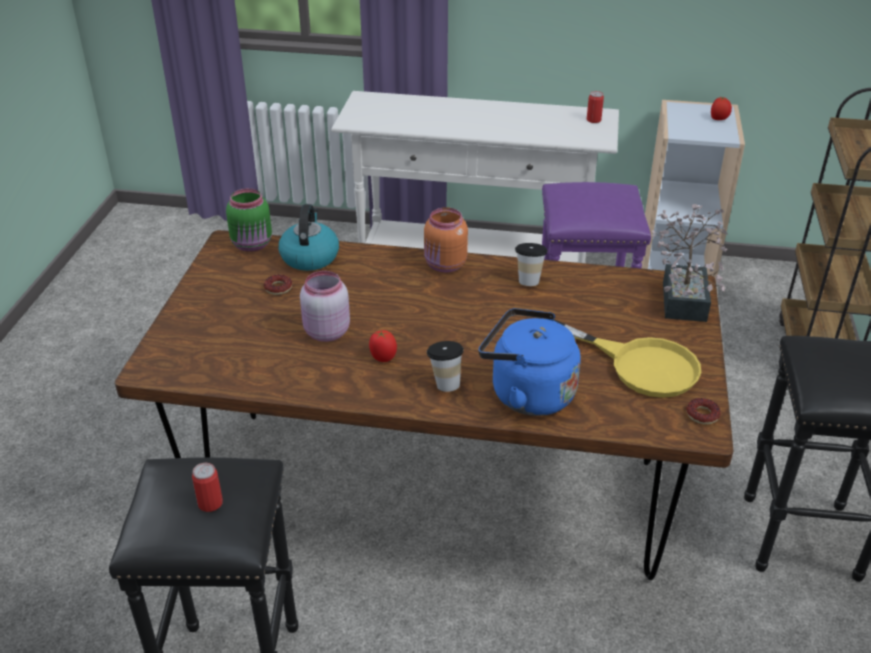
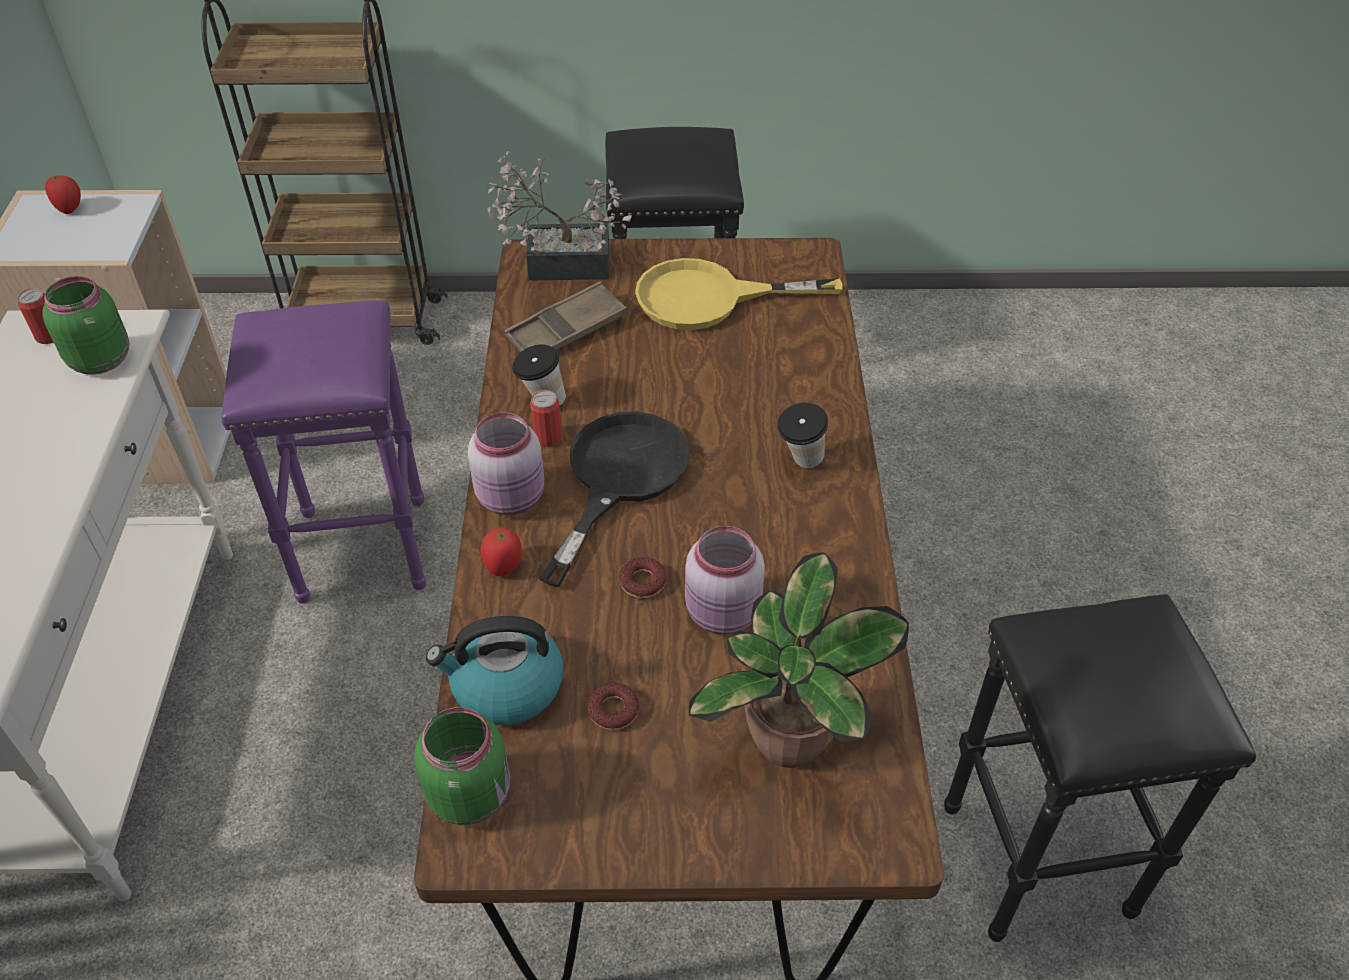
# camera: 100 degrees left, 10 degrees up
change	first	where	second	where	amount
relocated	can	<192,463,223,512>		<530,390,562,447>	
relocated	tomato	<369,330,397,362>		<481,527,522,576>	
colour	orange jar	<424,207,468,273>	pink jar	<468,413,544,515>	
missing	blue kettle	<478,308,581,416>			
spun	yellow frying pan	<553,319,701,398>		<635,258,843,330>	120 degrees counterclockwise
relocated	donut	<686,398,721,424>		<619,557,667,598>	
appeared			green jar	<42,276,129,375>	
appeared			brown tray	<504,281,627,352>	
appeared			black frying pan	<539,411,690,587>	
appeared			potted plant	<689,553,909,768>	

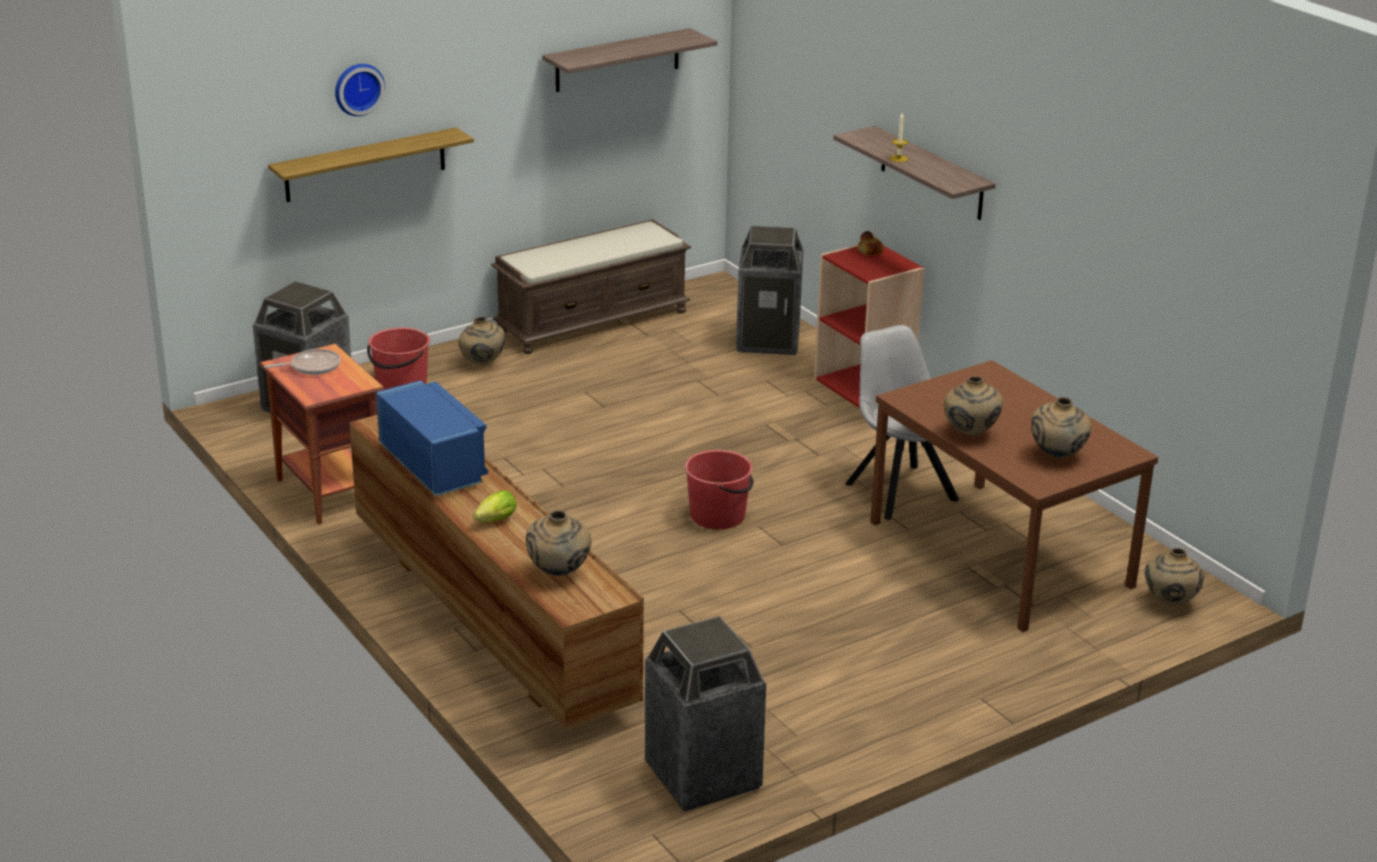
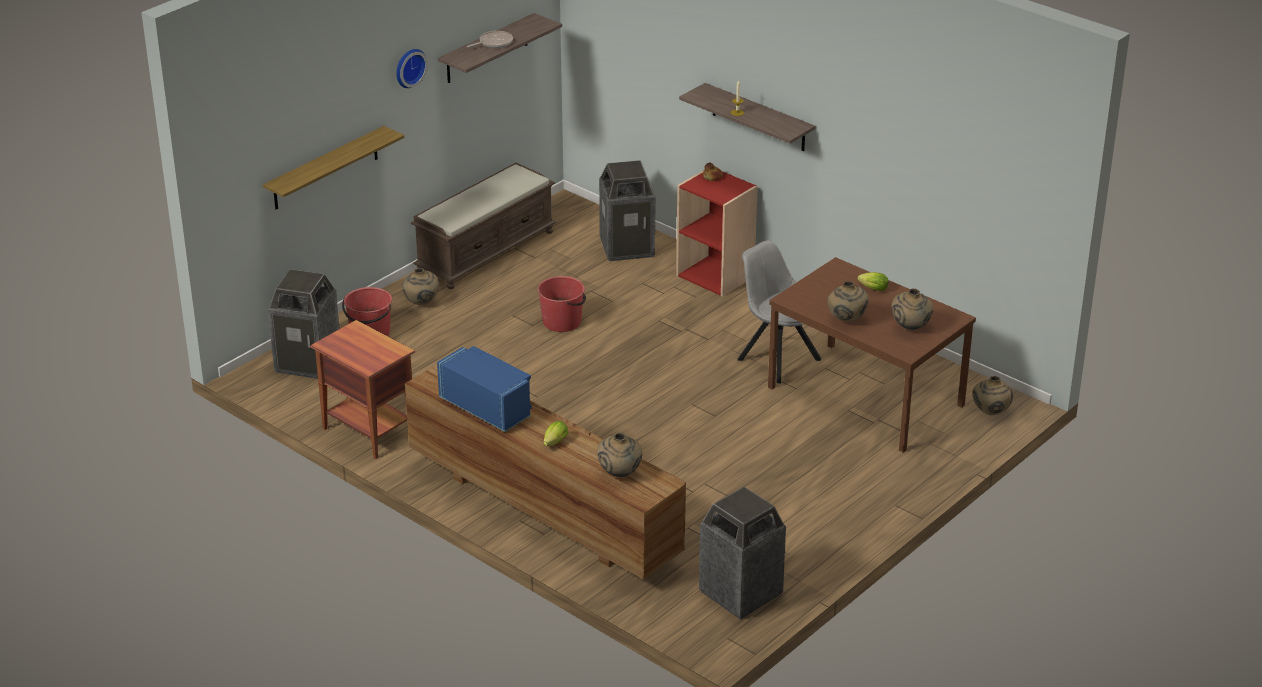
# camera: 15 degrees left, 5 degrees up
change	first	where	second	where	amount
relocated	frying pan	<264,349,341,375>		<467,31,513,48>	
relocated	wall clock	<335,64,385,116>		<396,49,428,88>	
relocated	red bucket	<685,450,754,529>		<538,276,586,332>	
appeared			lettuce	<857,272,889,291>	

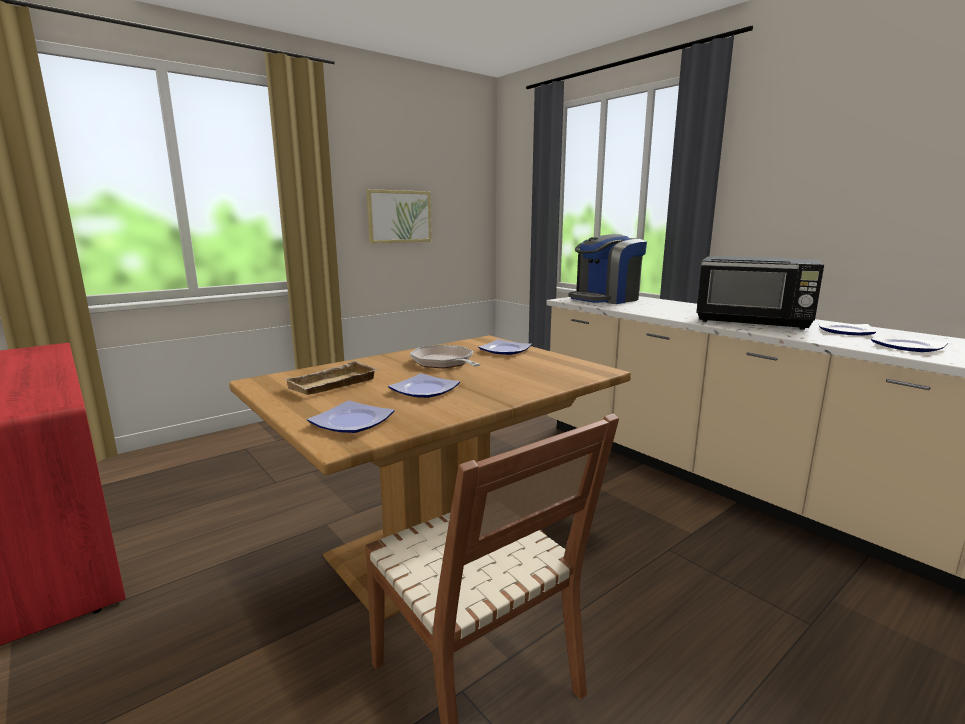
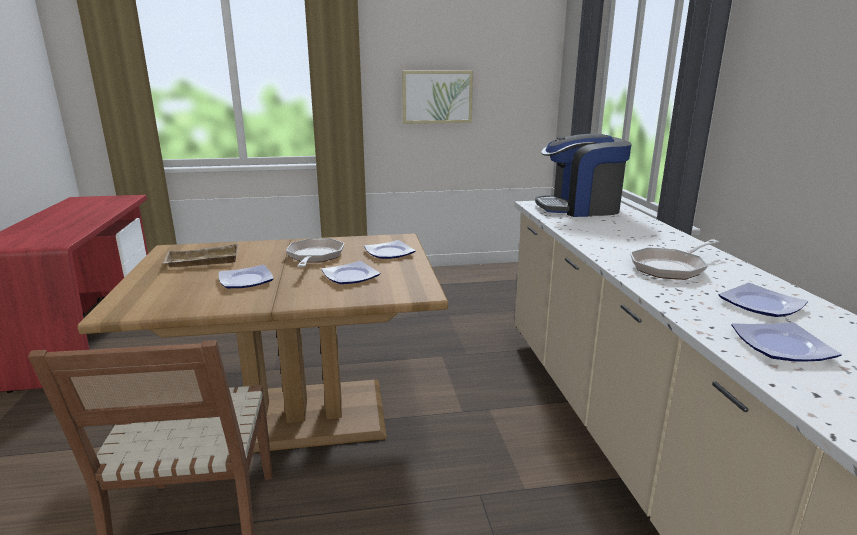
# camera: 30 degrees right, 5 degrees up
change	first	where	second	where	amount
relocated	plate	<307,401,395,433>		<321,261,381,284>	
exchanged	black microwave	<696,256,824,330>	frying pan	<630,239,719,280>	

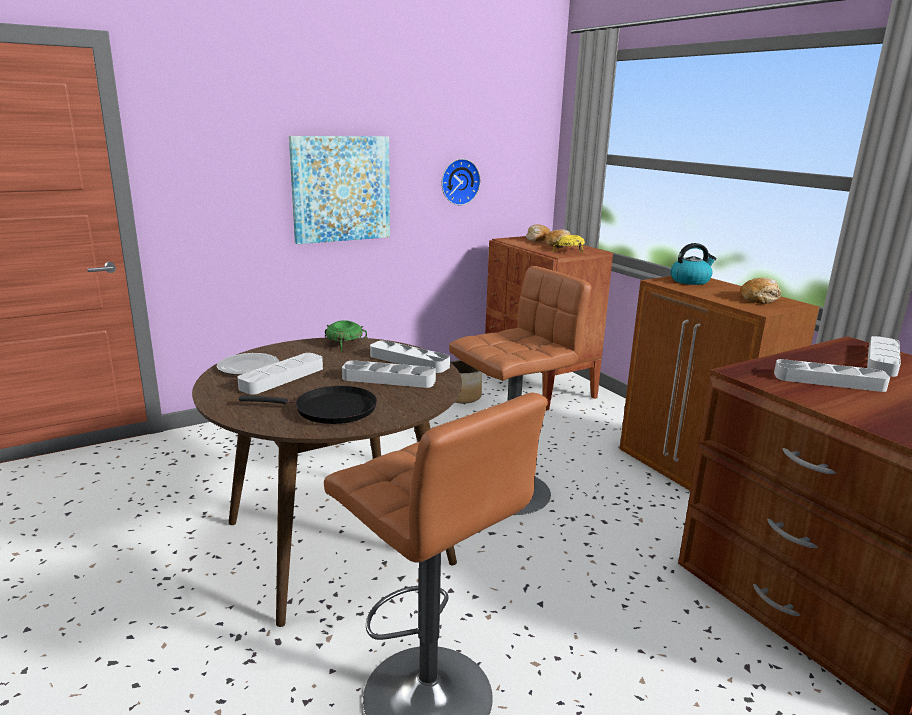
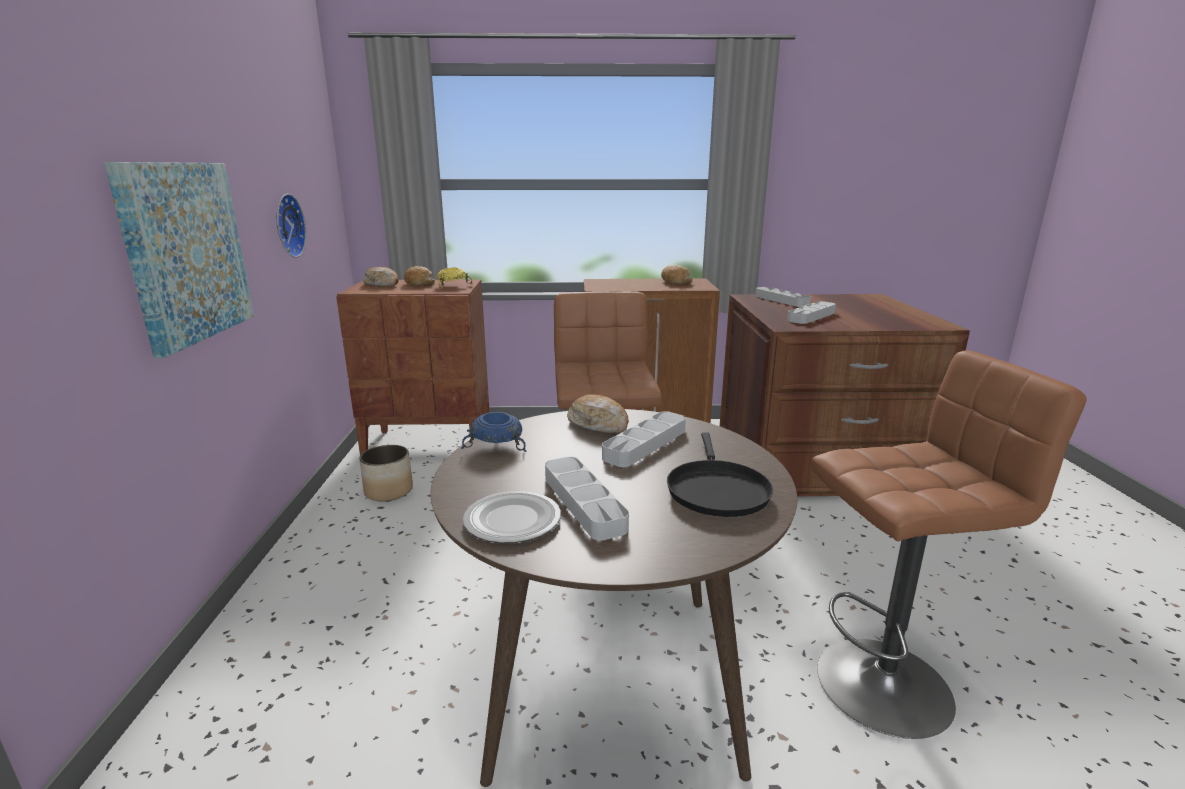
# camera: 60 degrees left, 0 degrees up
change	first	where	second	where	amount
spun	black frying pan	<239,386,377,424>		<667,432,773,517>	150 degrees clockwise
colour	green bowl	<325,320,368,352>	blue bowl	<461,412,526,452>	
exchanged	grey tray	<370,340,450,373>	bread	<567,394,629,433>	
missing	kettle	<670,243,716,285>			

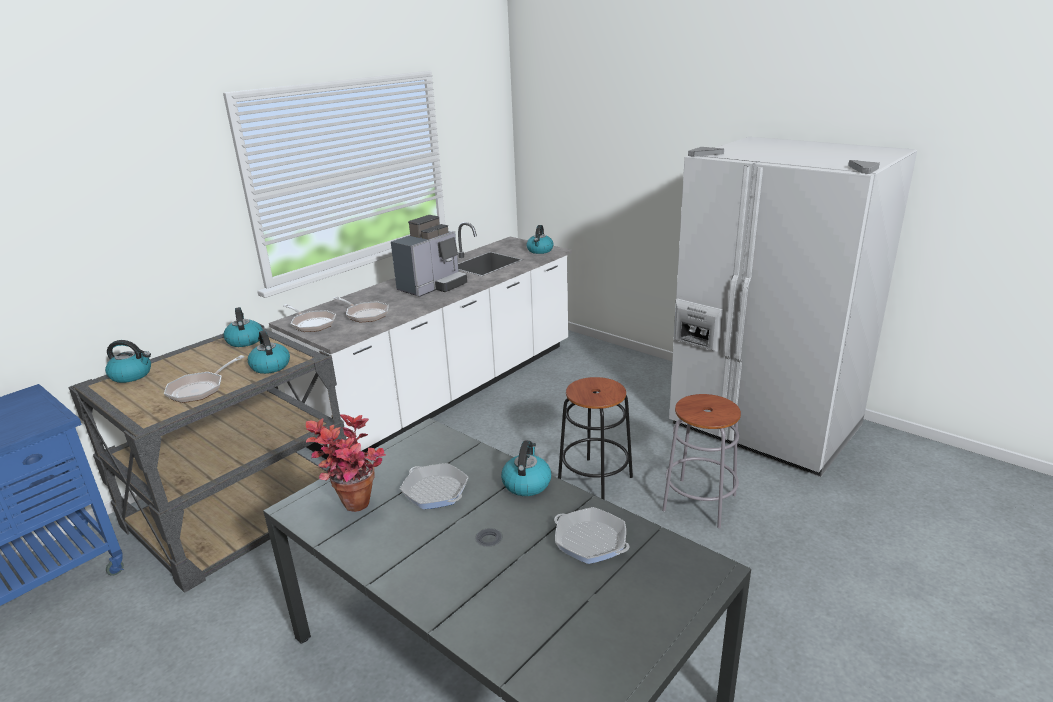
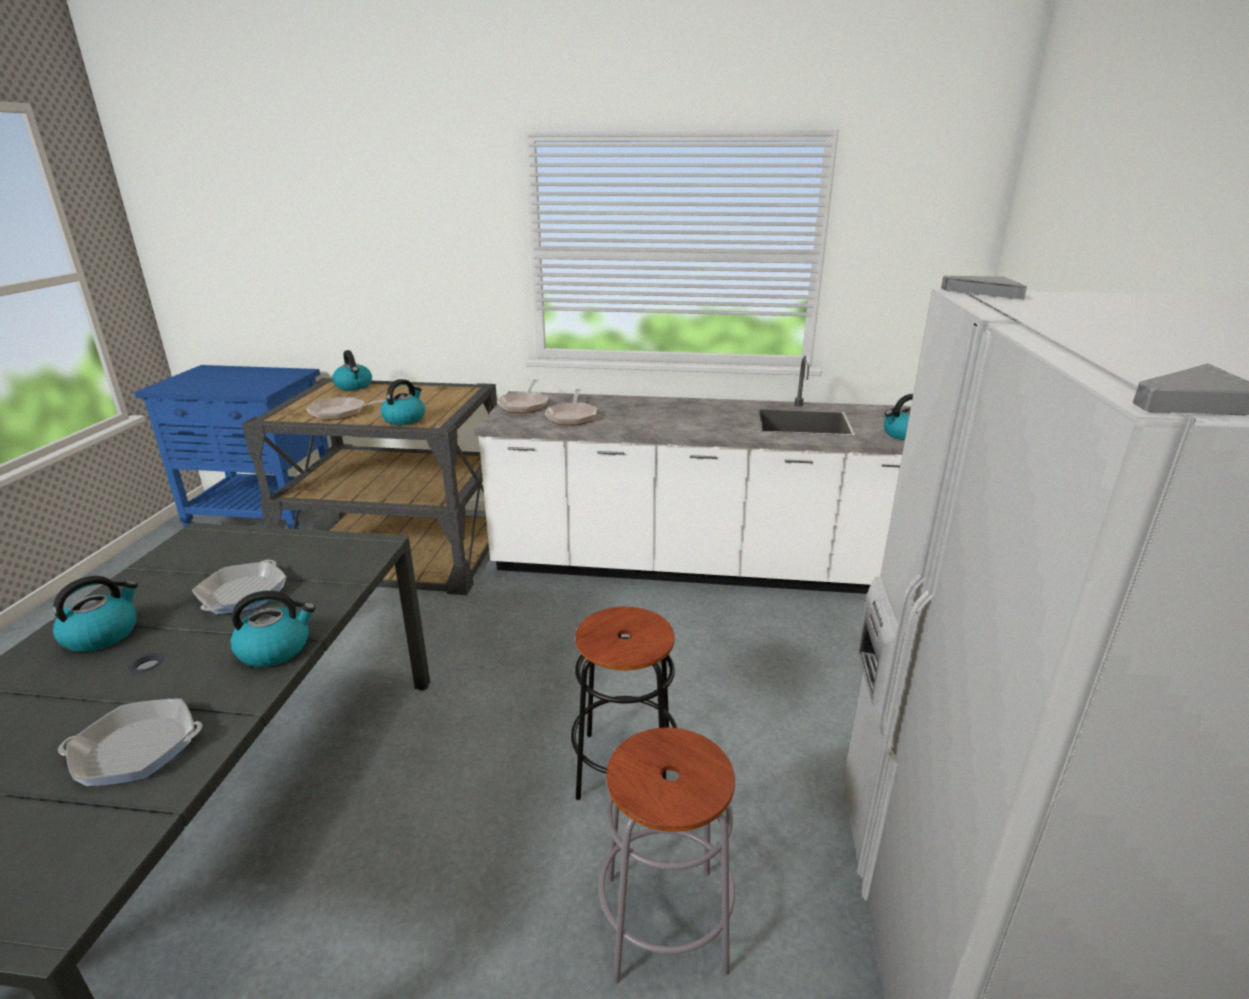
# camera: 55 degrees right, 0 degrees up
change	first	where	second	where	amount
relocated	kettle	<223,307,263,347>		<53,576,138,652>	
missing	potted plant	<306,414,386,512>			
missing	coffee machine	<391,215,467,297>			
spun	frying pan	<554,507,630,564>		<58,698,202,786>	105 degrees counterclockwise

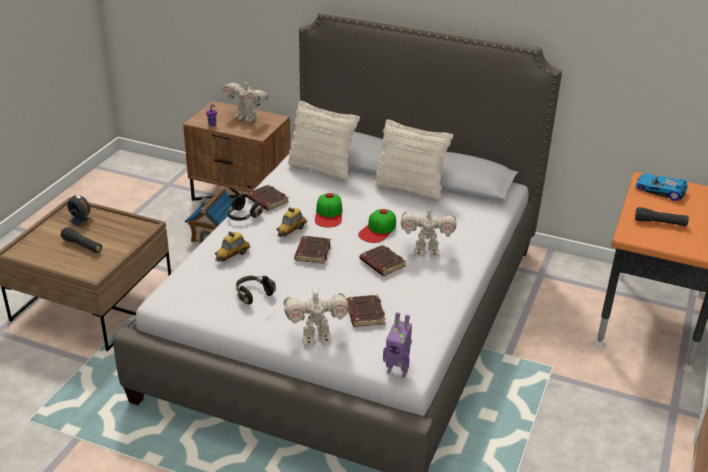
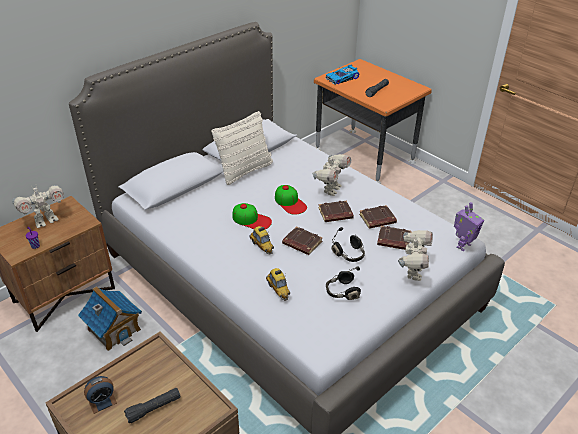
# camera: 65 degrees left, 5 degrees up
change	first	where	second	where	amount
relocated	black headphones	<227,185,263,221>		<332,227,365,262>	
relocated	brown book	<247,185,289,211>		<359,205,397,229>	
missing	beige pillow	<288,101,360,181>			

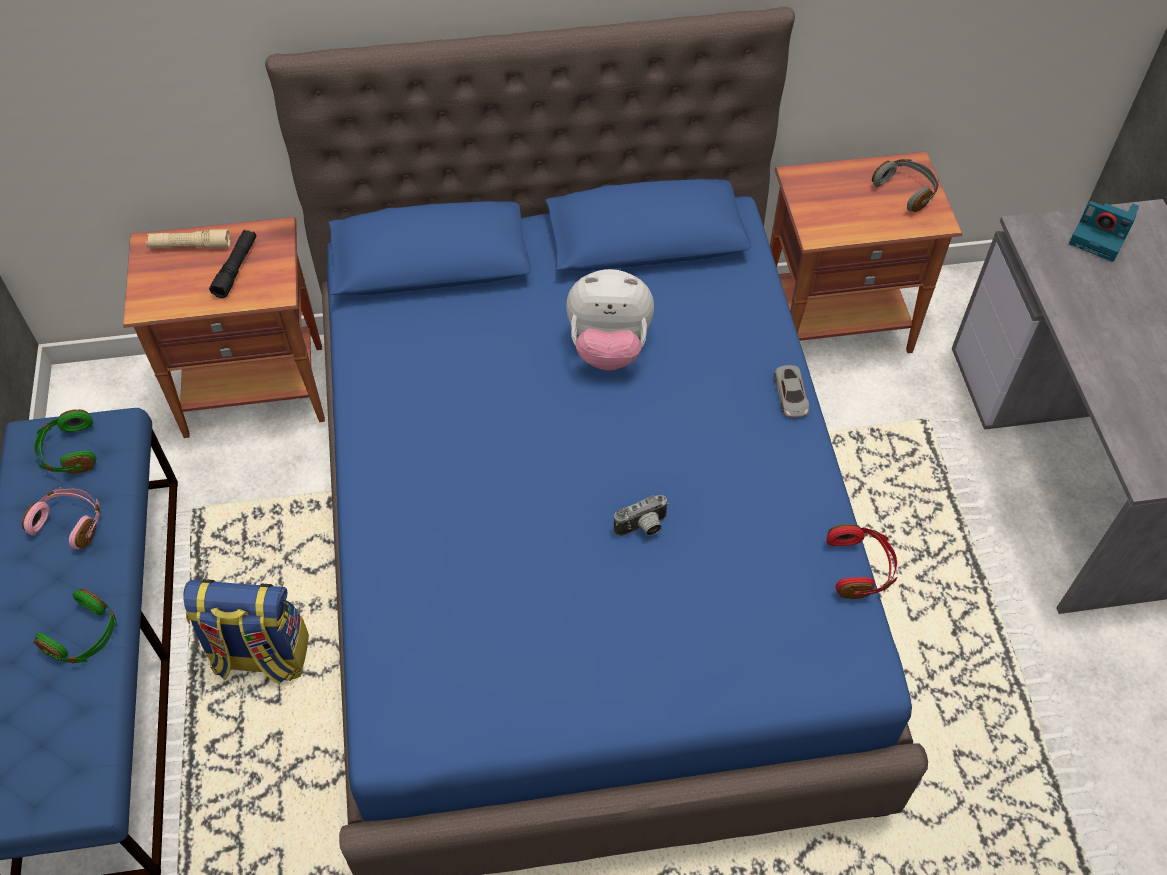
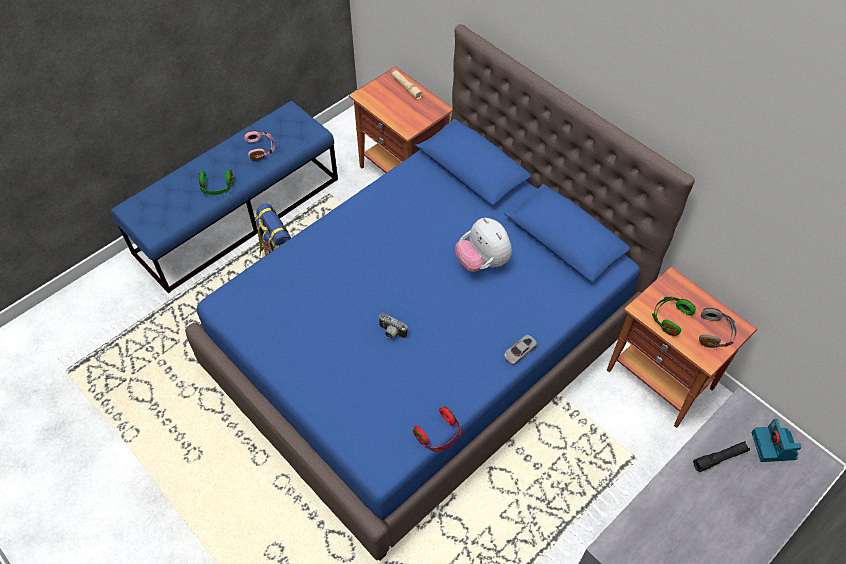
# camera: 55 degrees right, 0 degrees up
change	first	where	second	where	amount
relocated	green headphones	<34,409,96,474>		<652,297,696,336>	
relocated	black flashlight	<209,230,256,298>		<693,441,750,472>	

